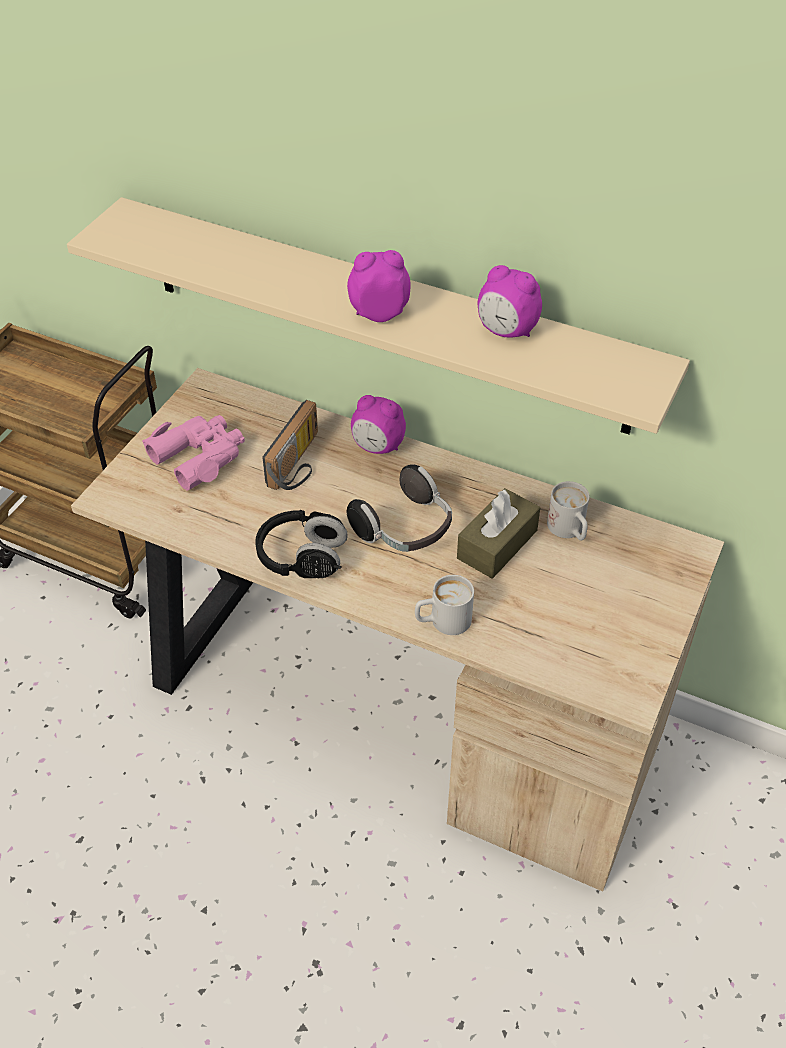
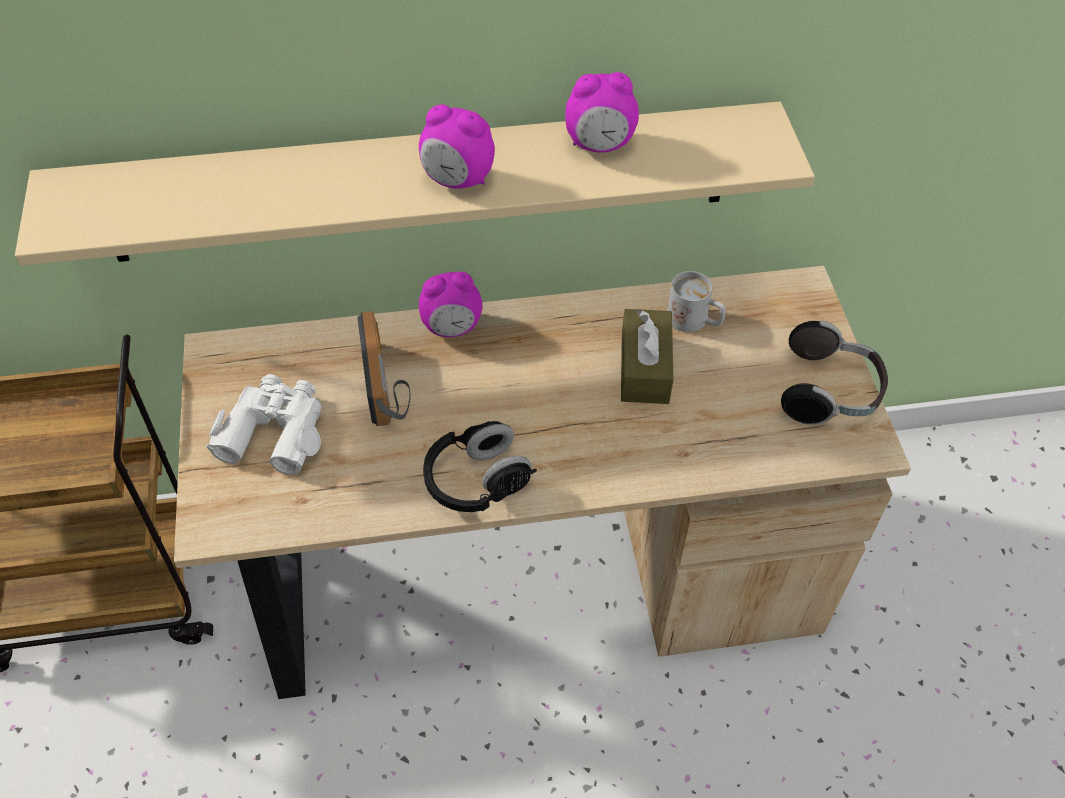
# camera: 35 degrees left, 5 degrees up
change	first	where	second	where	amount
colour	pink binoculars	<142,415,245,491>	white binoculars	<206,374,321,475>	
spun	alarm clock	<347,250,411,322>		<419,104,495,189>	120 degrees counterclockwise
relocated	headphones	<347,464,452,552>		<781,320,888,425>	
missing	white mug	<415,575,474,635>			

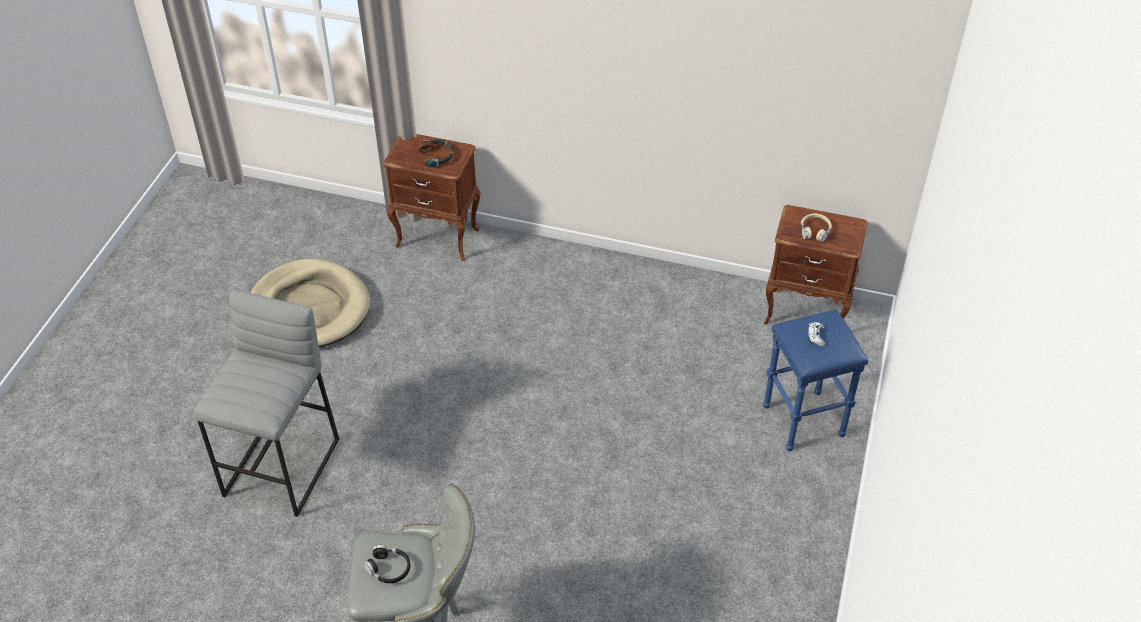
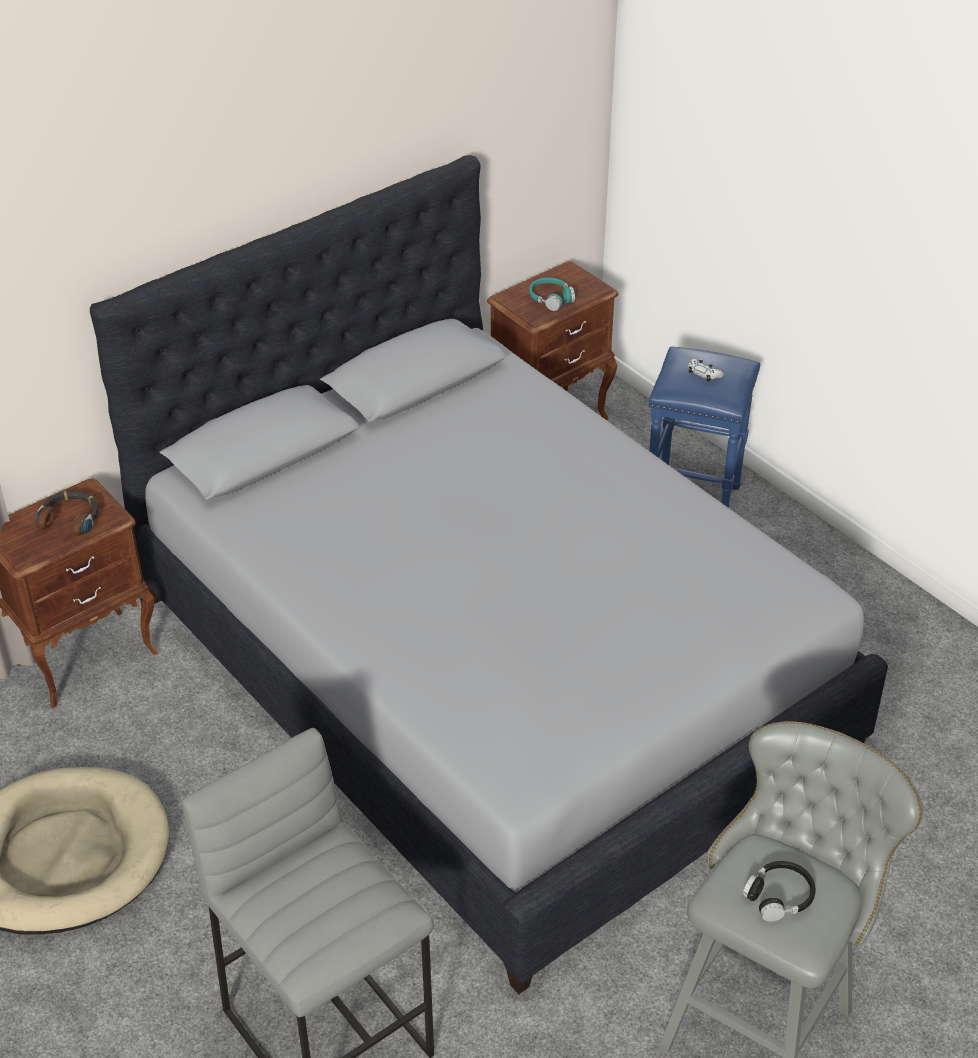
# camera: 55 degrees left, 5 degrees down
change	first	where	second	where	amount
colour	beige headphones	<801,214,832,242>	turquoise headphones	<529,278,575,311>	
appeared			grey bed	<90,155,888,994>	

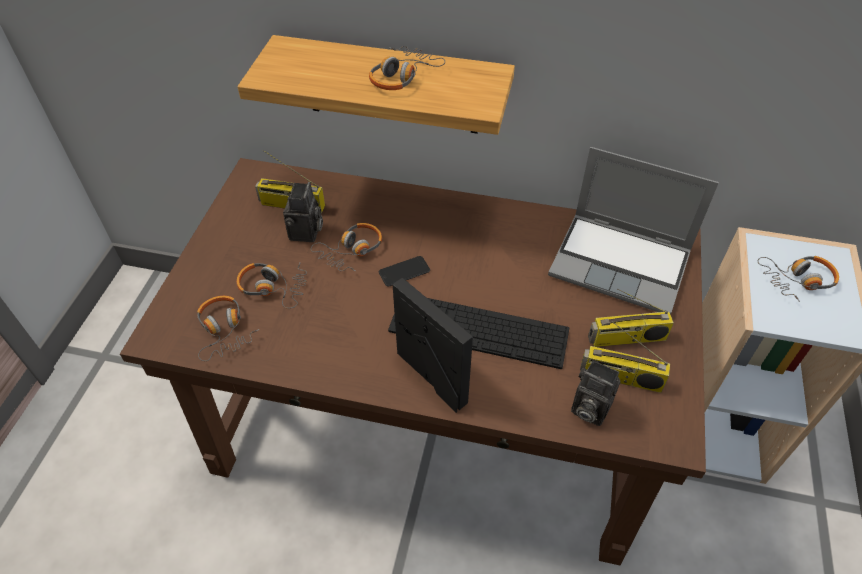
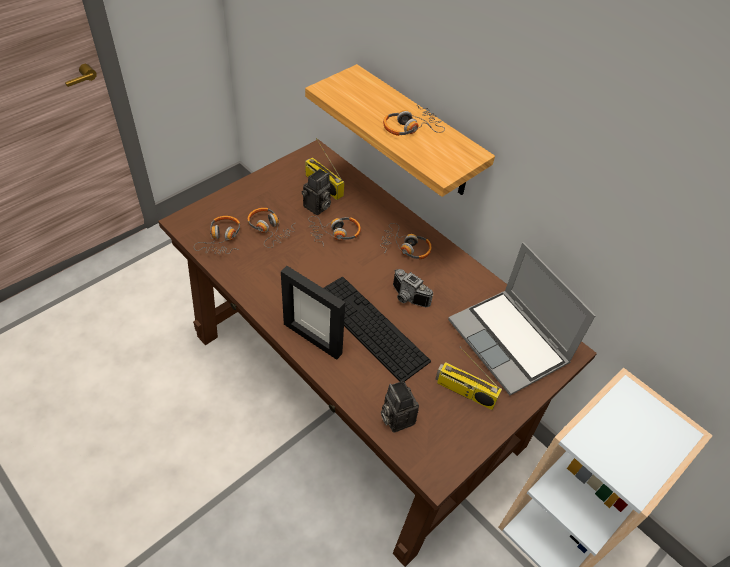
# camera: 30 degrees right, 0 degrees up
change	first	where	second	where	amount
missing	phone	<379,256,430,287>			
spun	picture frame	<393,278,473,413>		<281,266,345,360>	135 degrees clockwise
missing	radio	<580,321,670,393>			
relocated	headphones	<758,256,839,302>		<380,223,431,259>	
appeared			photo camera	<393,269,433,307>	

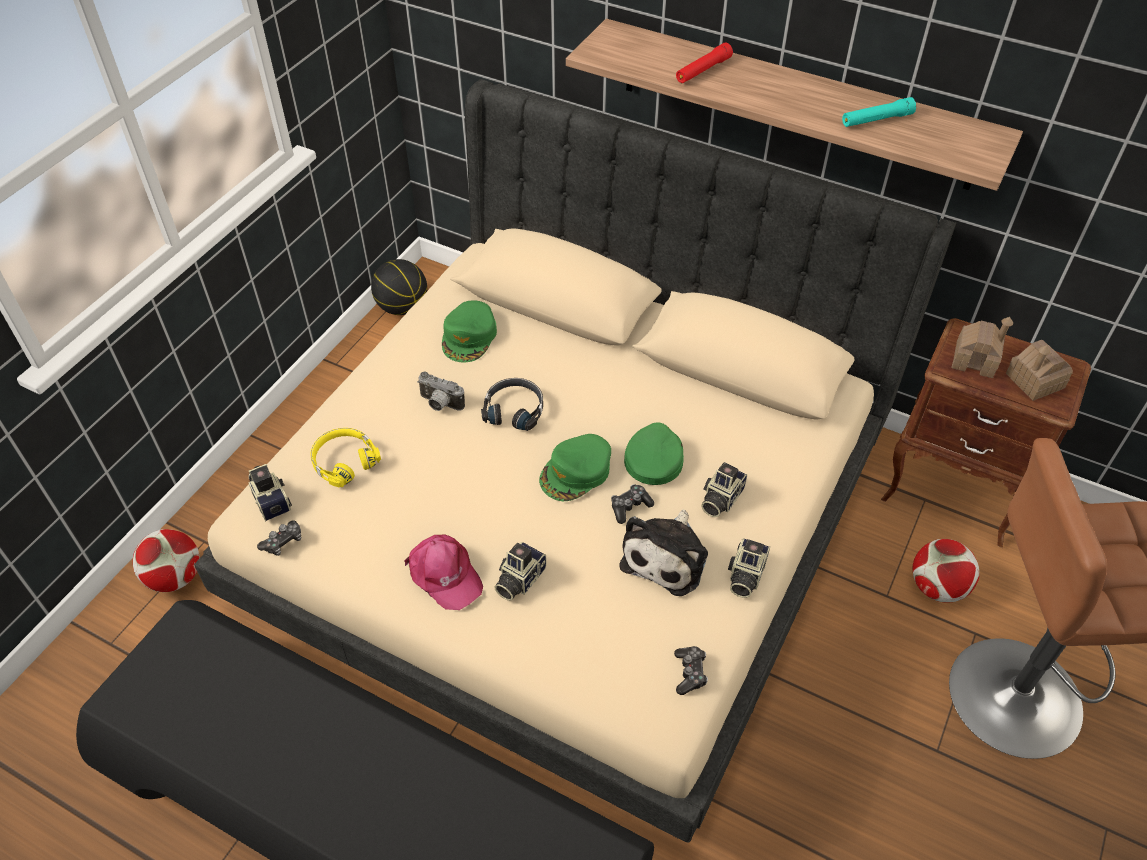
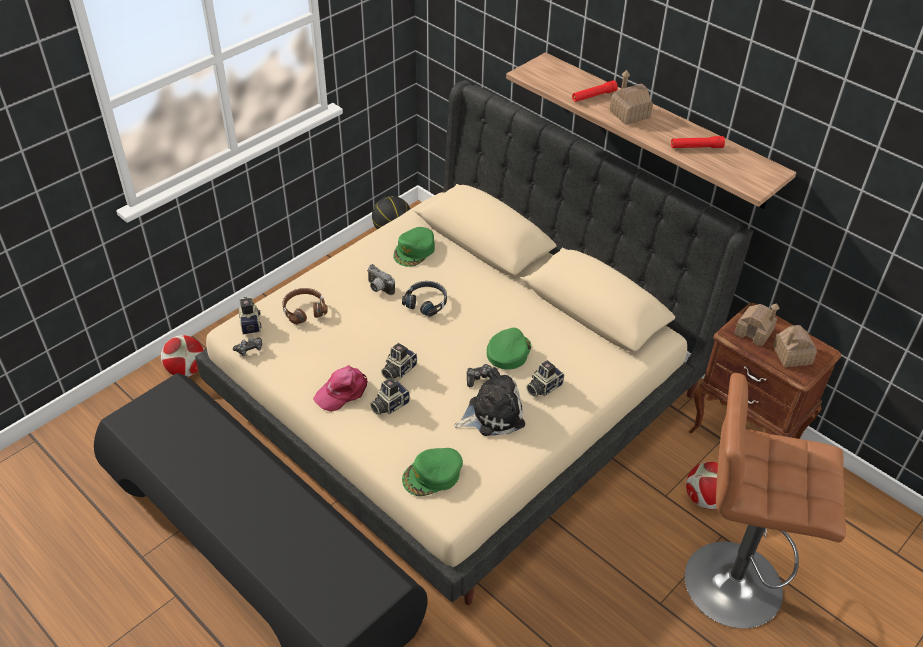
# camera: 15 degrees right, 5 degrees down
change	first	where	second	where	amount
colour	yellow headphones	<310,428,381,487>	brown headphones	<282,288,328,324>	
spun	pink cap	<404,534,483,610>		<313,365,368,412>	75 degrees clockwise
relocated	green cap	<539,434,611,501>		<402,448,463,496>	
spun	plush toy	<619,510,708,596>		<454,367,525,436>	150 degrees counterclockwise
missing	game controller	<674,646,708,695>			
relocated	photo camera	<728,538,770,598>		<381,343,417,379>	
colour	turquoise flashlight	<842,97,916,127>	red flashlight	<671,136,725,148>	
appeared			toy house	<610,70,653,125>	

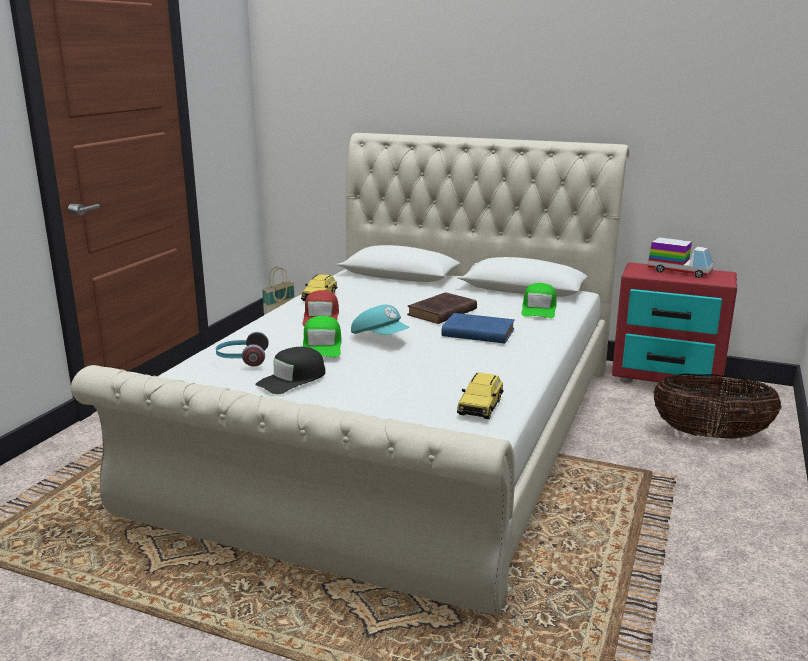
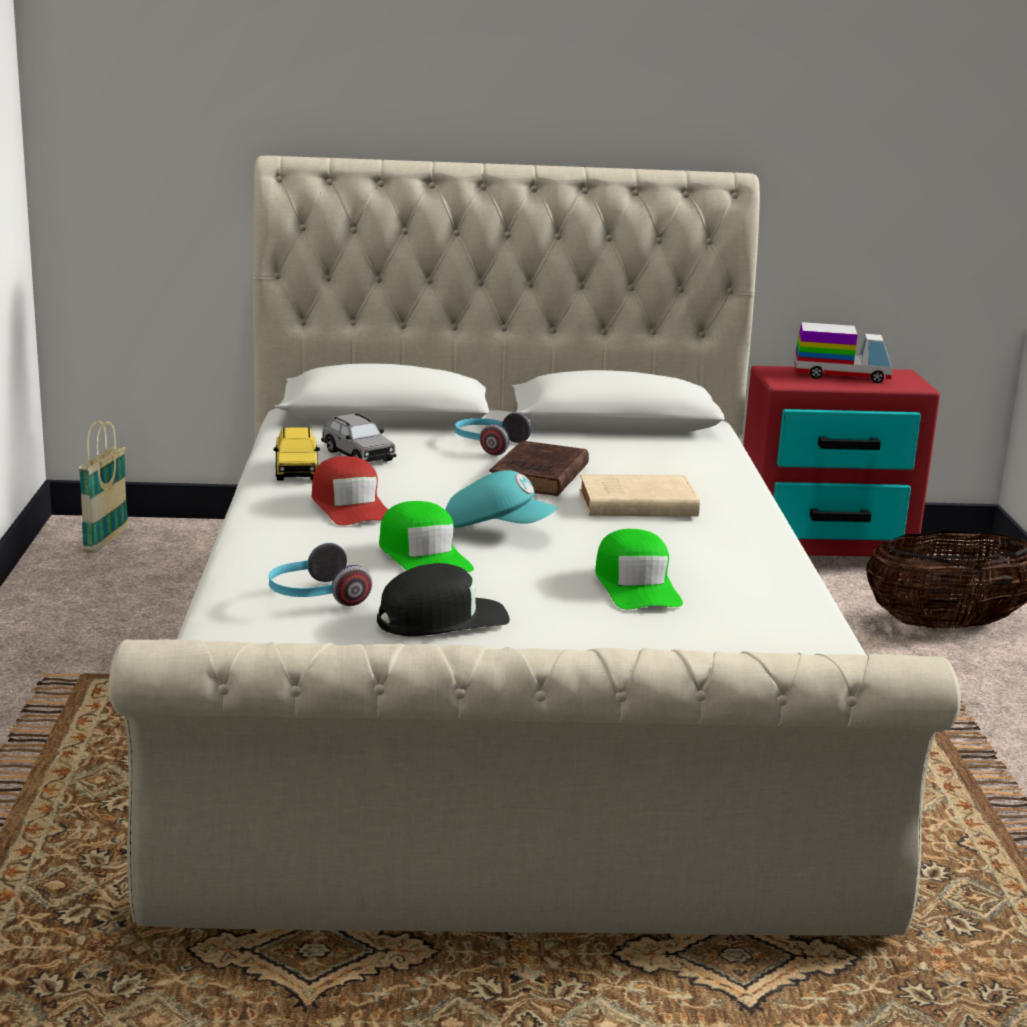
# camera: 25 degrees left, 0 degrees up
change	first	where	second	where	amount
spun	black cap	<255,347,325,394>		<377,563,510,636>	135 degrees counterclockwise
colour	blue book	<442,313,515,344>	beige book	<579,474,700,516>	
missing	yellow toy car	<457,373,504,419>			
relocated	green cap	<522,283,557,318>		<595,529,683,609>	
appeared			grey toy car	<321,414,396,462>	
appeared			headphones	<455,412,531,456>	

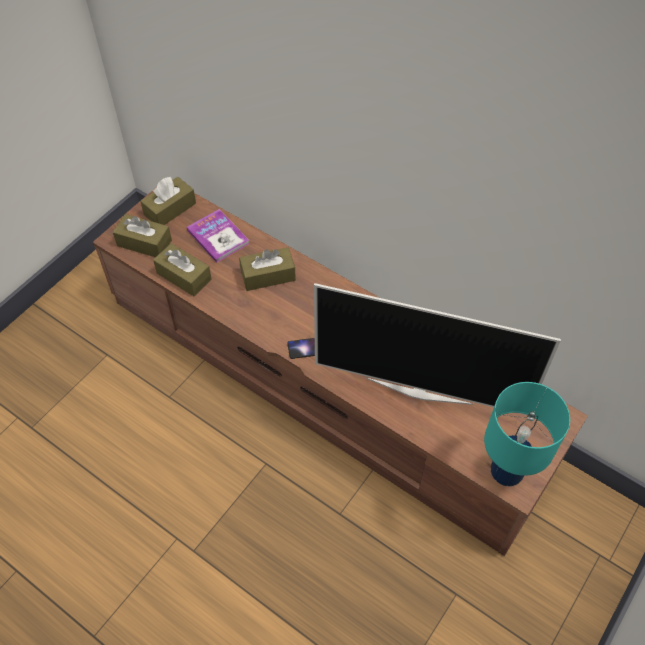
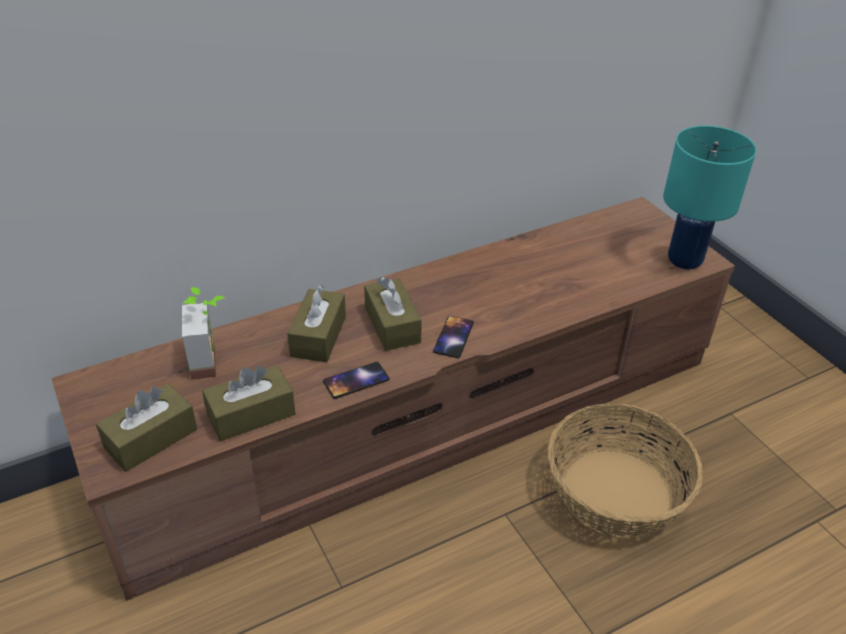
# camera: 65 degrees left, 15 degrees down
change	first	where	second	where	amount
relocated	brown tissue box	<140,176,196,225>		<364,277,422,351>	
exchanged	book	<187,209,249,263>	potted plant	<182,287,225,380>	
missing	television	<314,283,561,415>			
appeared			phone	<323,362,389,399>	
appeared			basket	<548,403,703,539>	

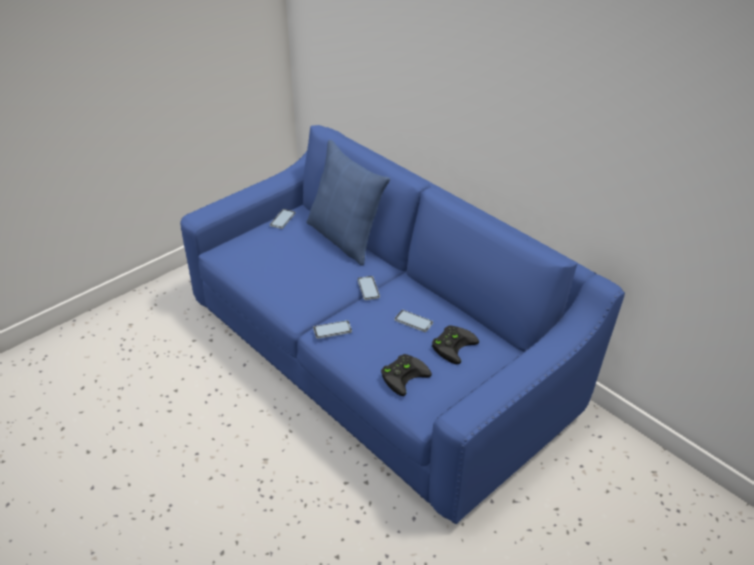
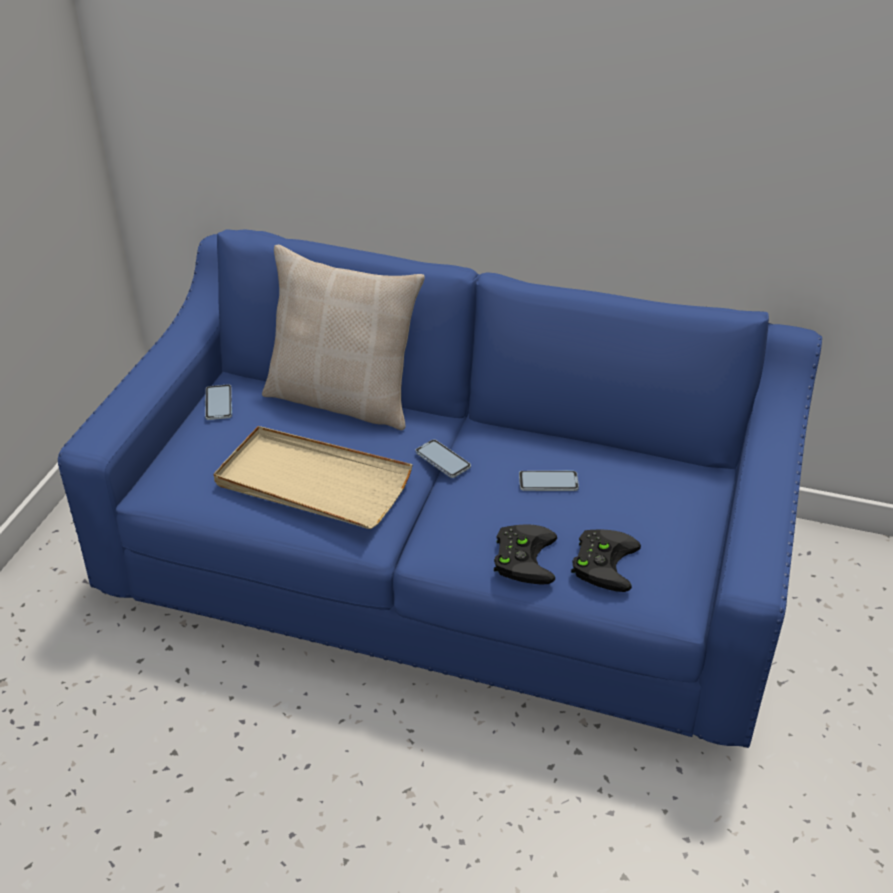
# camera: 30 degrees left, 0 degrees up
change	first	where	second	where	amount
colour	blue pillow	<307,140,390,266>	beige pillow	<262,244,425,430>	
missing	phone	<313,320,352,339>			
relocated	black game controller	<432,325,479,364>		<494,524,557,585>	
appeared			beige tray	<214,426,413,529>	

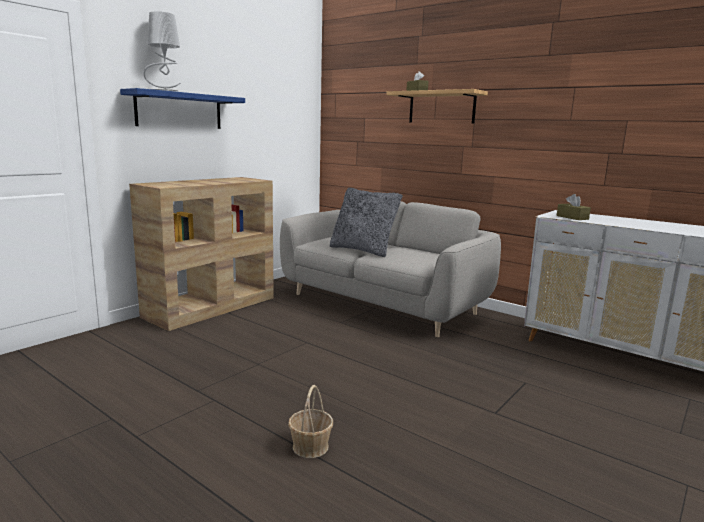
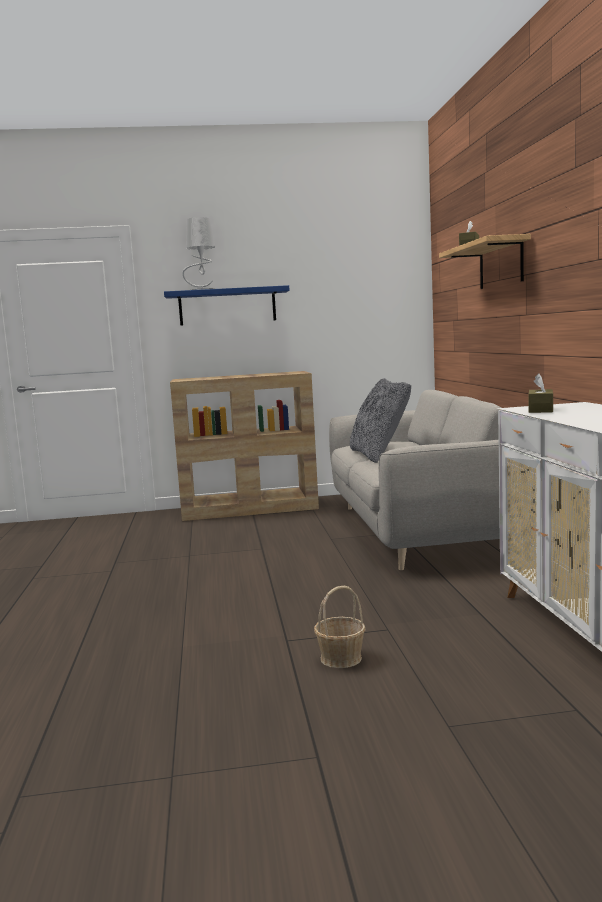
# camera: 45 degrees right, 5 degrees down
change	first	where	second	where	amount
relocated	basket	<288,385,333,458>		<314,586,365,668>	

